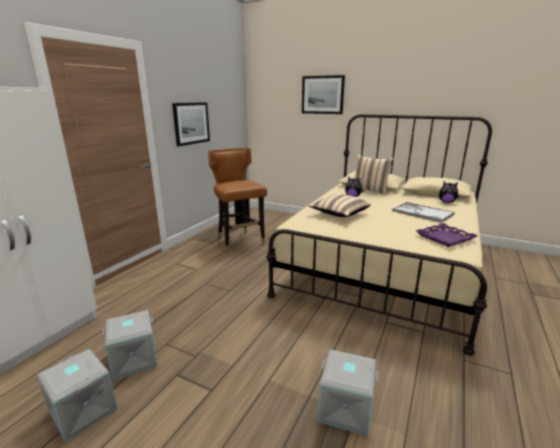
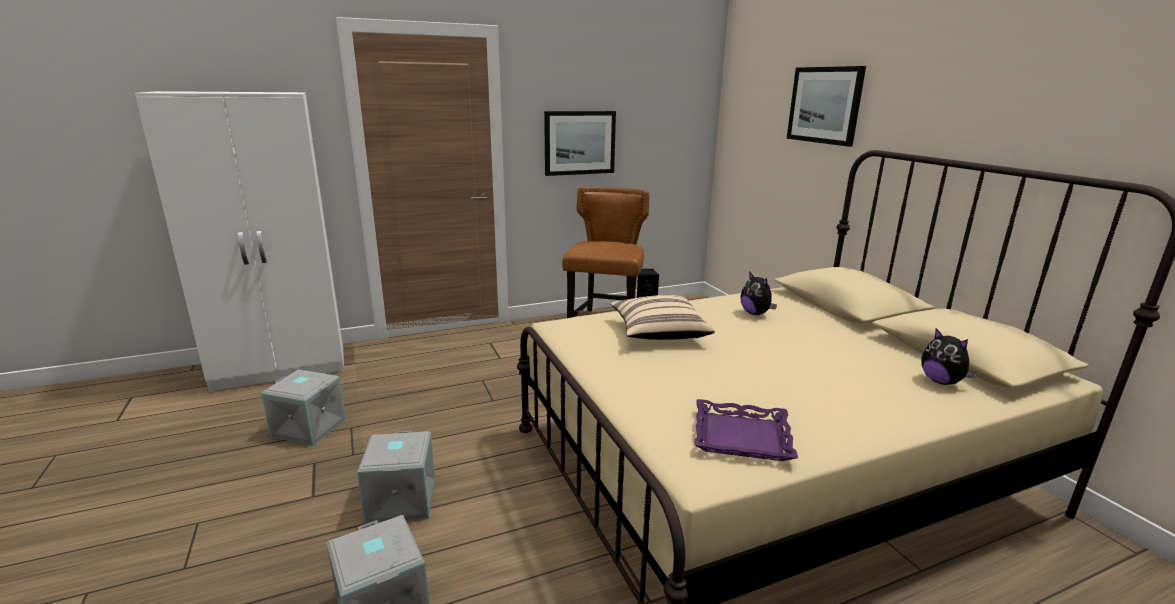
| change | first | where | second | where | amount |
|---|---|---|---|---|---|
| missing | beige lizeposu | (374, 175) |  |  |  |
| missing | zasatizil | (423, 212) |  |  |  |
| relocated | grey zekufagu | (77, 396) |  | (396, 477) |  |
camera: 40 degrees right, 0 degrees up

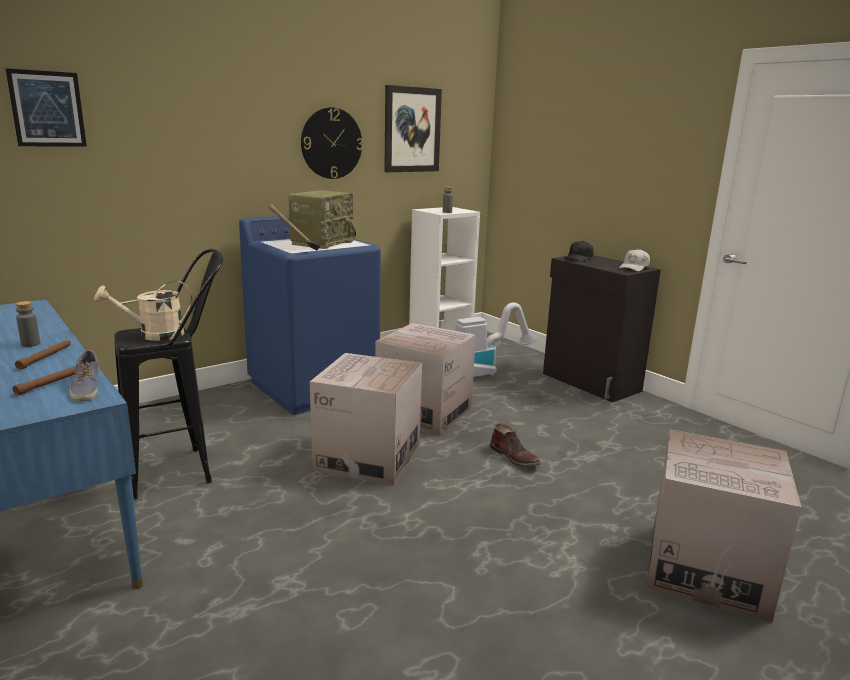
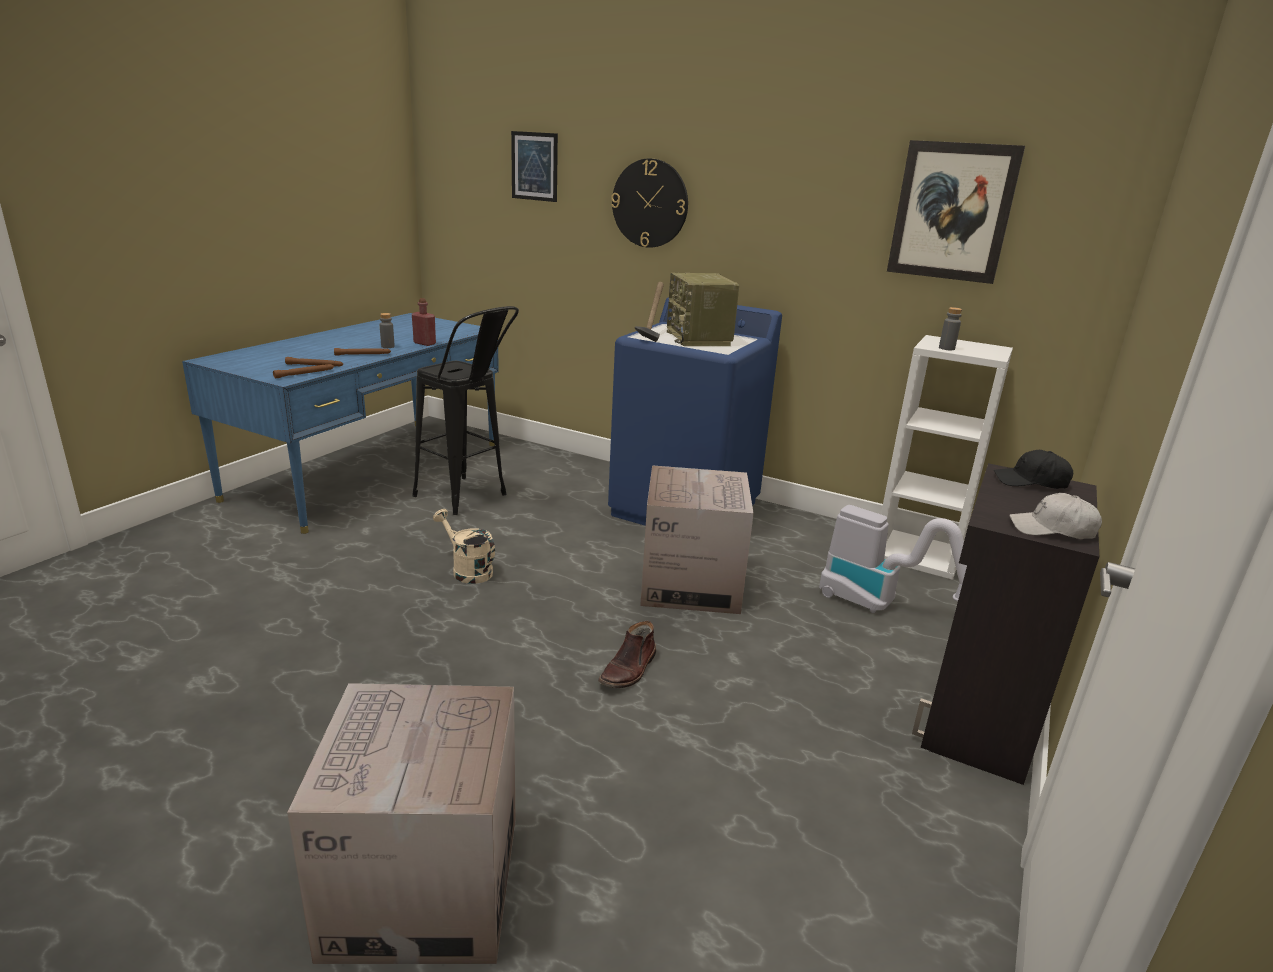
| change | first | where | second | where | amount |
|---|---|---|---|---|---|
| relocated | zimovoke | (332, 143) |  | (649, 203) |  |
| spun | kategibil | (322, 219) |  | (703, 309) | 75 degrees clockwise |
| relocated | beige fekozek | (143, 311) |  | (464, 546) |  |
| exchanged | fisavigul | (84, 376) | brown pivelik | (303, 371) |  |
| missing | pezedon | (366, 419) |  |  |  |
| appeared |  |  | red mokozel | (424, 322) |  |
camera: 65 degrees right, 5 degrees up

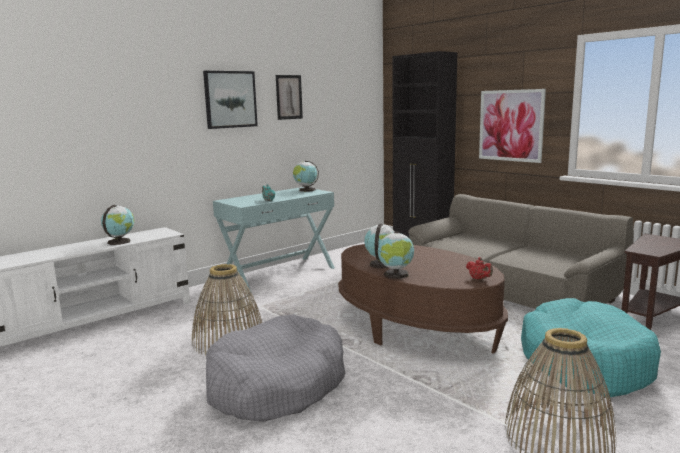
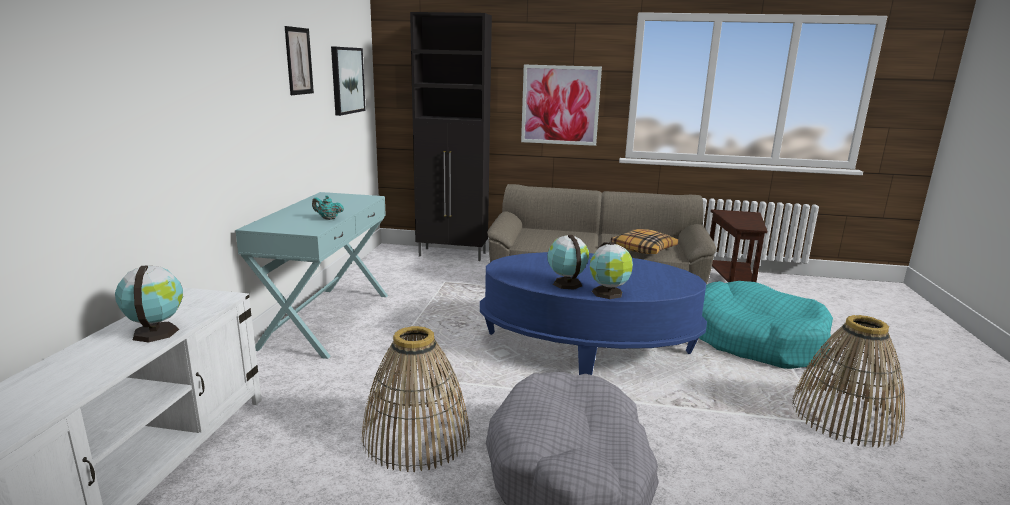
| change | first | where | second | where | amount |
|---|---|---|---|---|---|
| relocated | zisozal | (230, 100) |  | (348, 81) |  |
| missing | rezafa | (306, 176) |  |  |  |
| colour | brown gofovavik | (423, 299) | blue gofovavik | (593, 313) |  |
| missing | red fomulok | (479, 268) |  |  |  |
| appeared |  |  | lizeposu | (645, 241) |  |
camera: 40 degrees left, 5 degrees up

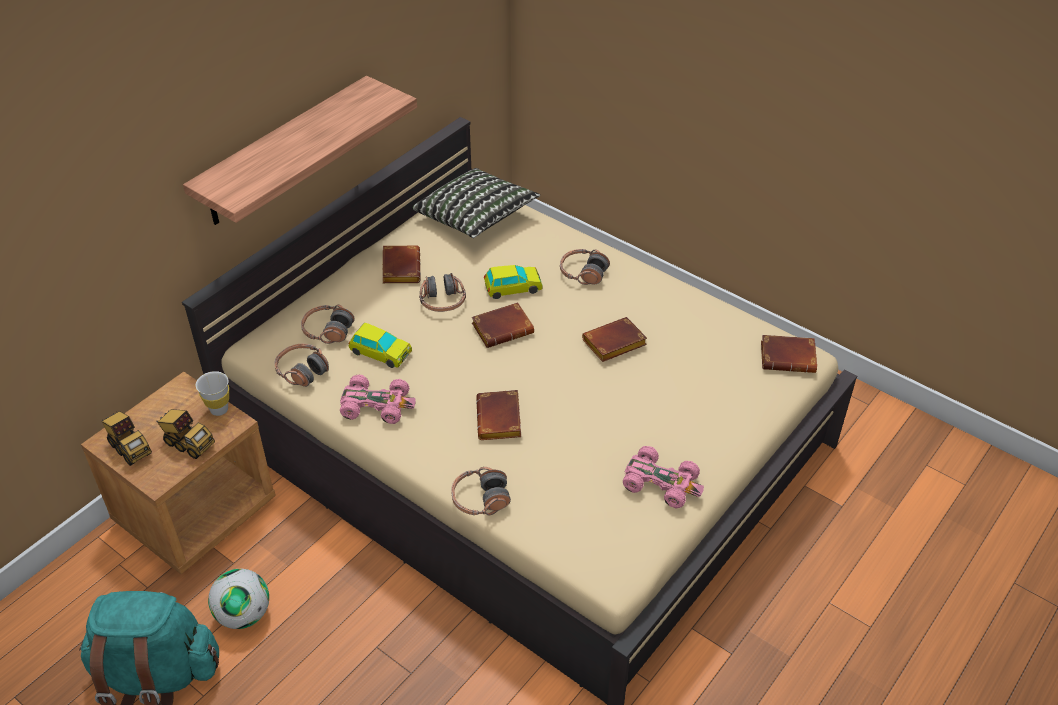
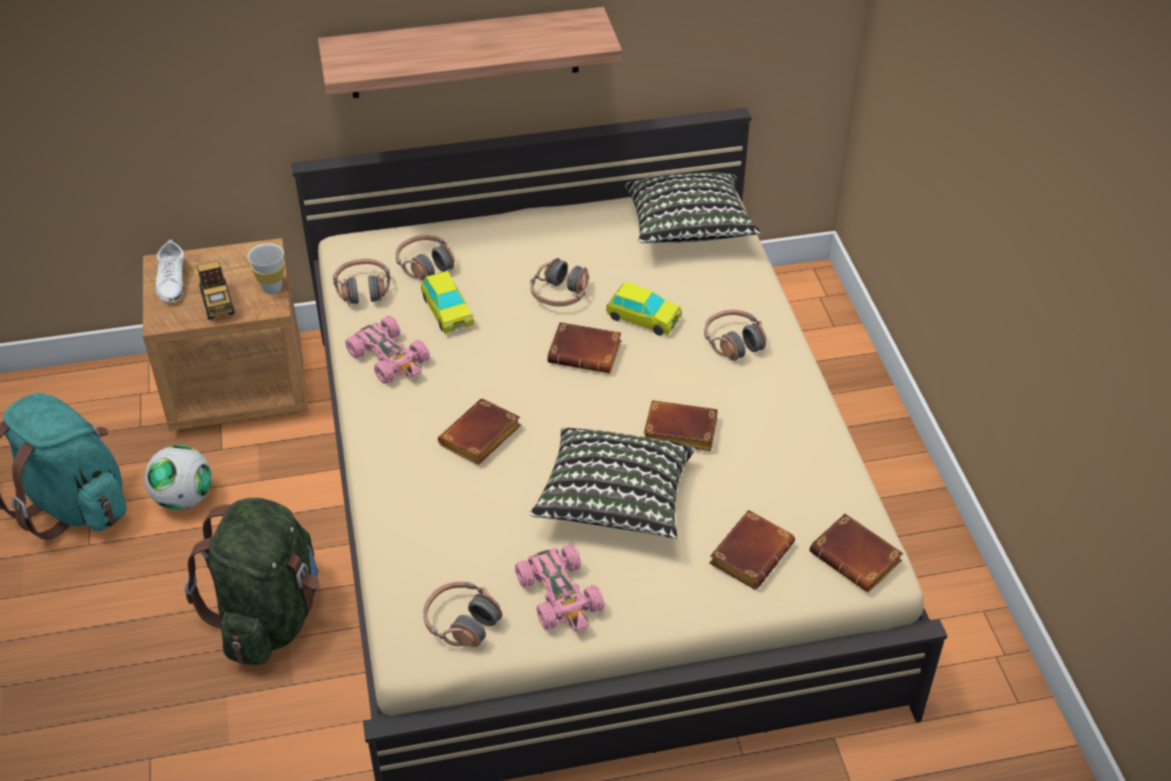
| change | first | where | second | where | amount |
|---|---|---|---|---|---|
| relocated | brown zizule | (401, 264) |  | (752, 549) |  |
| exchanged | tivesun | (127, 438) | white fisavigul | (170, 271) |  |
| relocated | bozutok | (481, 491) |  | (462, 614) |  |
| appeared |  |  | lizeposu | (612, 483) |  |
| appeared |  |  | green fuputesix | (252, 581) |  |
camera: 40 degrees right, 0 degrees up

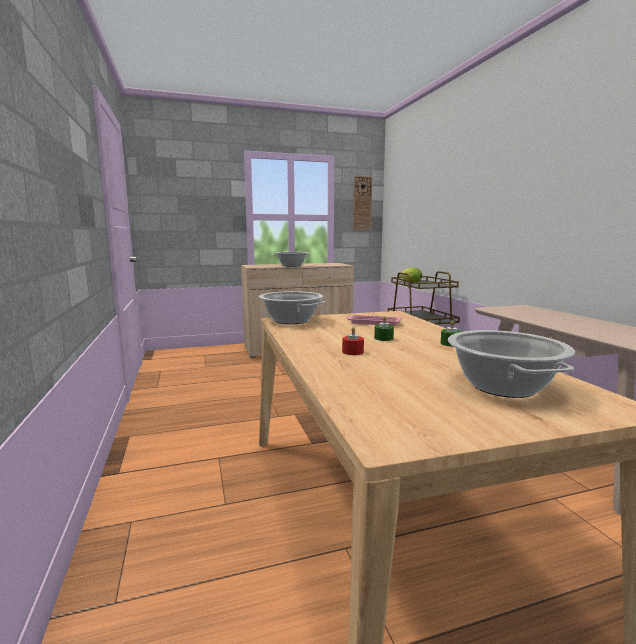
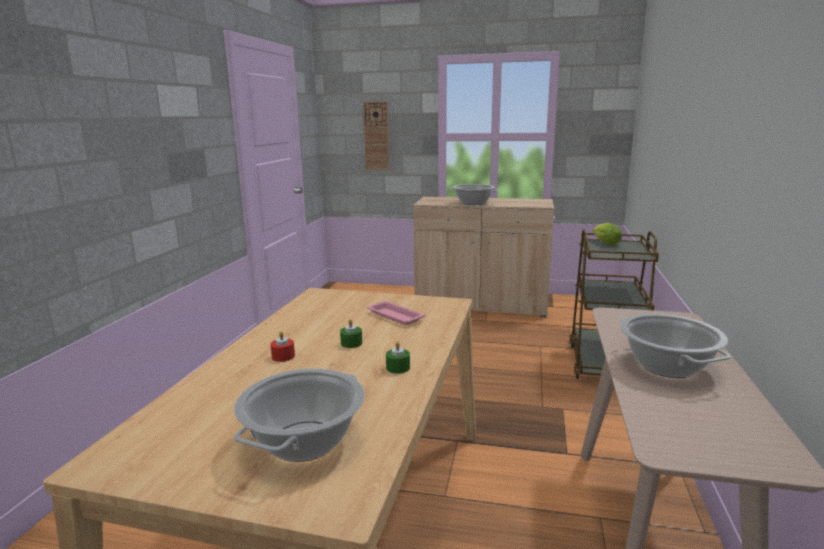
| change | first | where | second | where | amount |
|---|---|---|---|---|---|
| relocated | zimovoke | (362, 203) |  | (376, 135) |  |
| relocated | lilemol | (292, 307) |  | (675, 346) |  |
camera: 30 degrees right, 5 degrees up

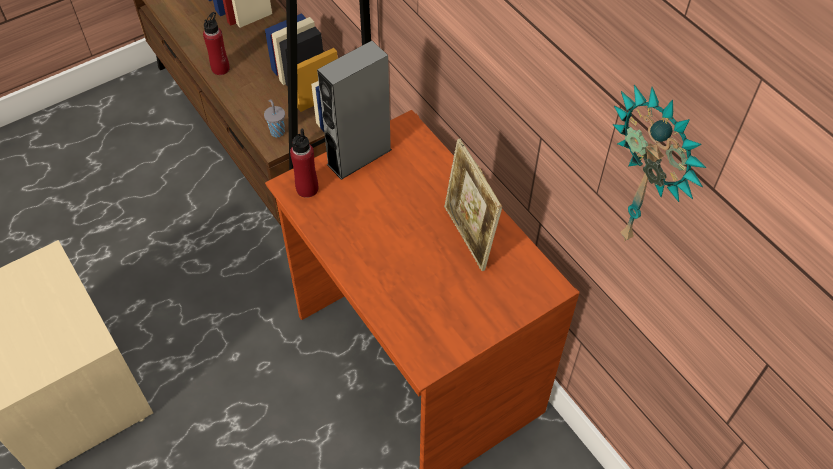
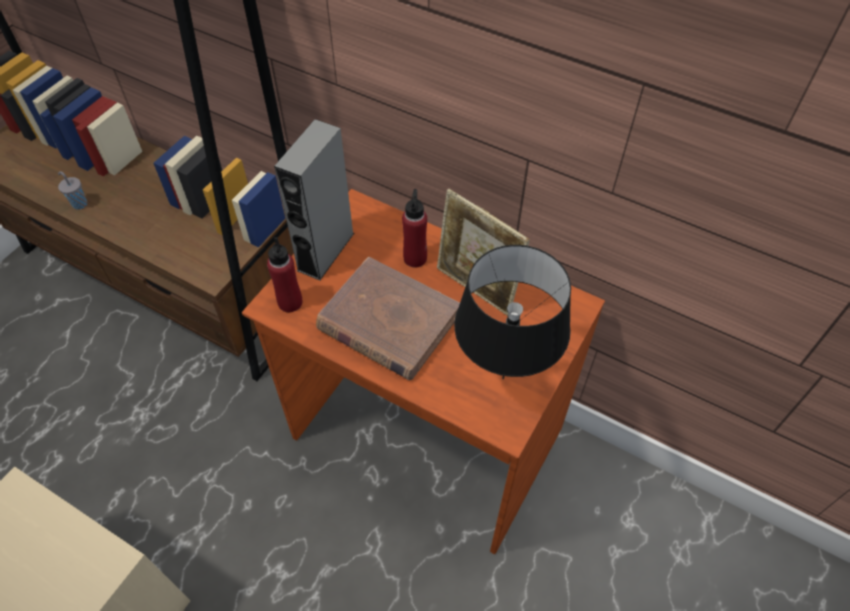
| change | first | where | second | where | amount |
|---|---|---|---|---|---|
| relocated | red mokozel | (216, 43) |  | (414, 228) |  |
| missing | zimovoke | (659, 163) |  |  |  |
| relocated | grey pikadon | (274, 119) |  | (72, 190) |  |
| appeared |  |  | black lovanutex | (512, 312) |  |
| appeared |  |  | brown zizule | (388, 318) |  |
camera: 25 degrees left, 0 degrees up

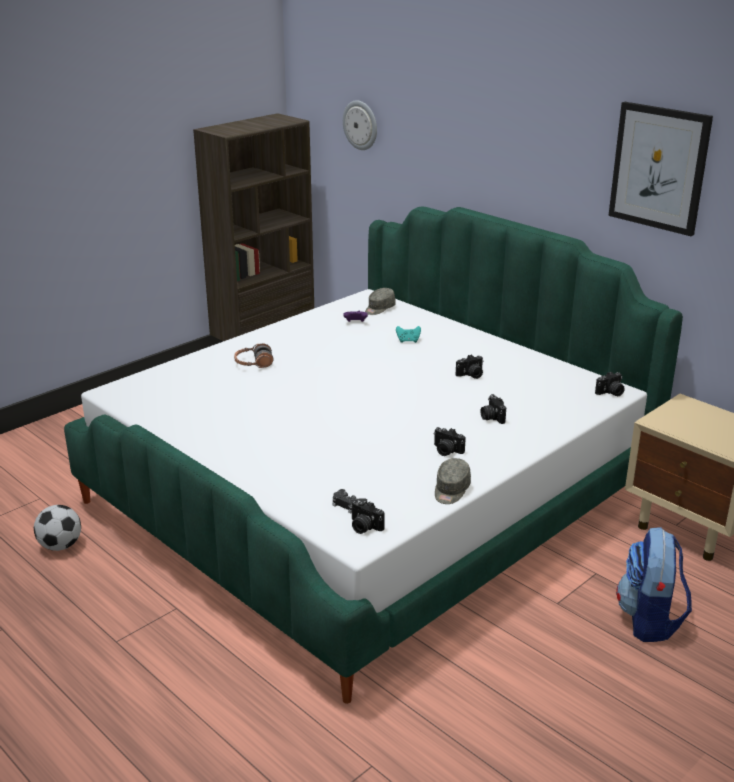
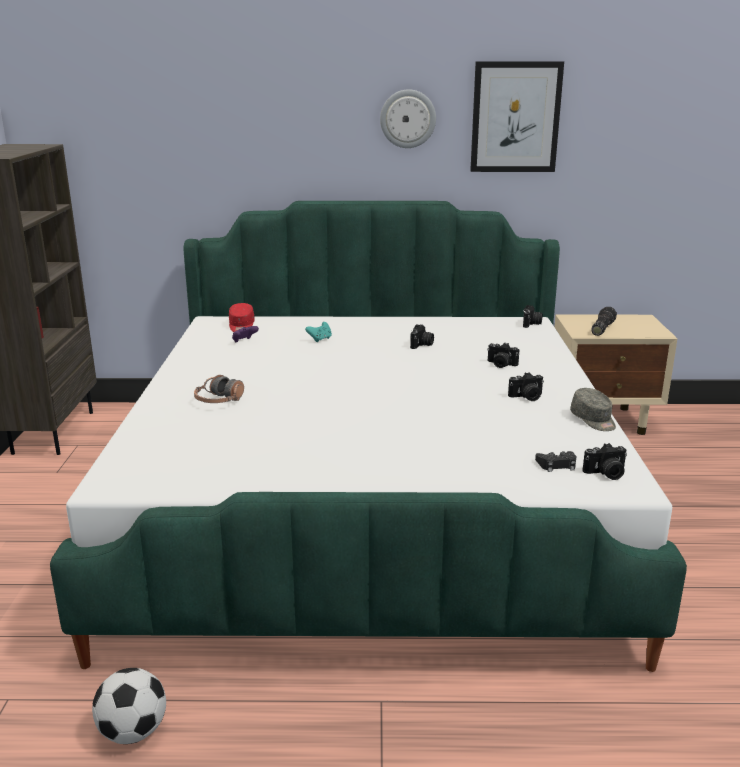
| change | first | where | second | where | amount |
|---|---|---|---|---|---|
| relocated | zimovoke | (360, 125) |  | (408, 118) |  |
| colour | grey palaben | (380, 301) | red palaben | (242, 317) |  |
| missing | fuputesix | (654, 584) |  |  |  |
| appeared |  |  | pivelik | (604, 321) |  |
camera: 45 degrees left, 5 degrees down

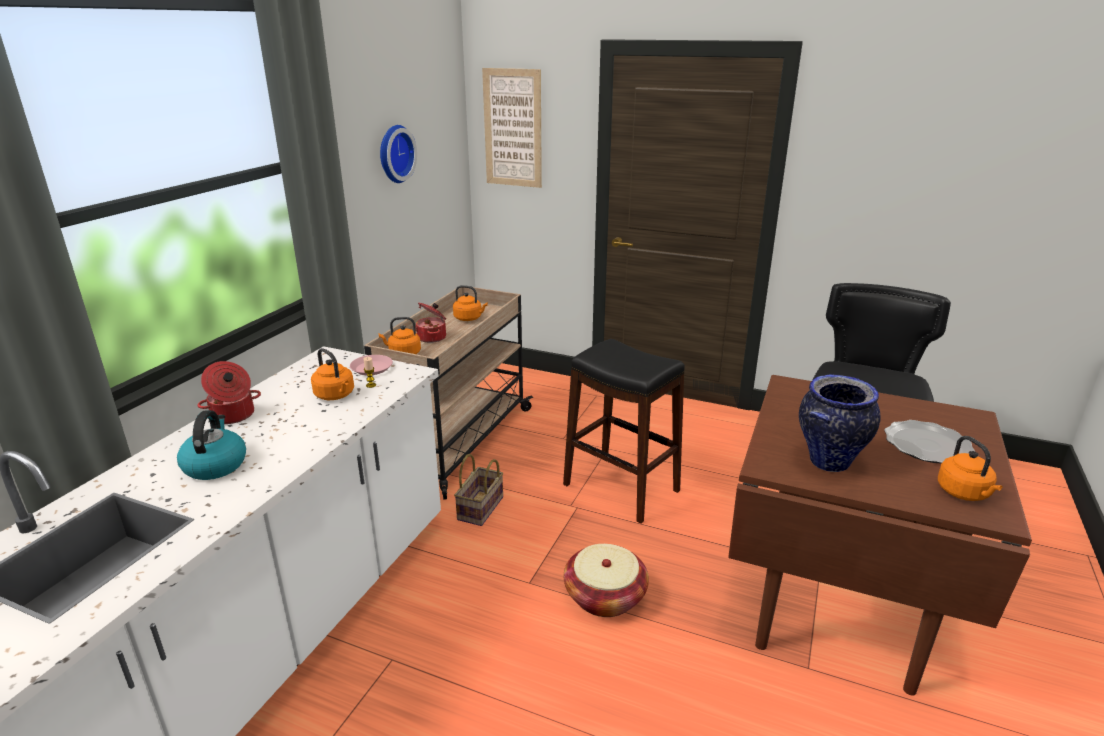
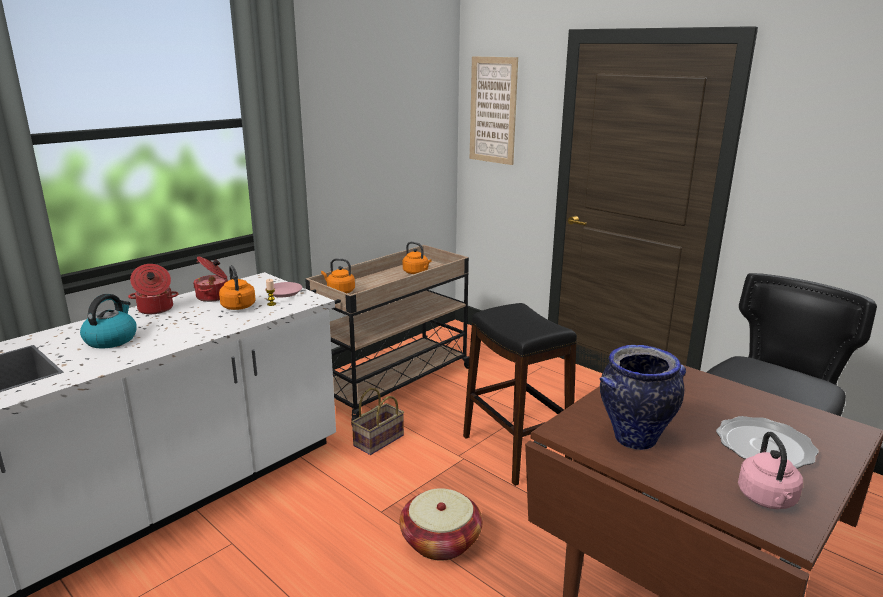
| change | first | where | second | where | amount |
|---|---|---|---|---|---|
| missing | zimovoke | (398, 154) |  |  |  |
| relocated | lilemol | (430, 322) |  | (210, 279) |  |
| colour | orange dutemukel | (970, 468) | pink dutemukel | (770, 470) |  |
camera: 20 degrees right, 5 degrees down

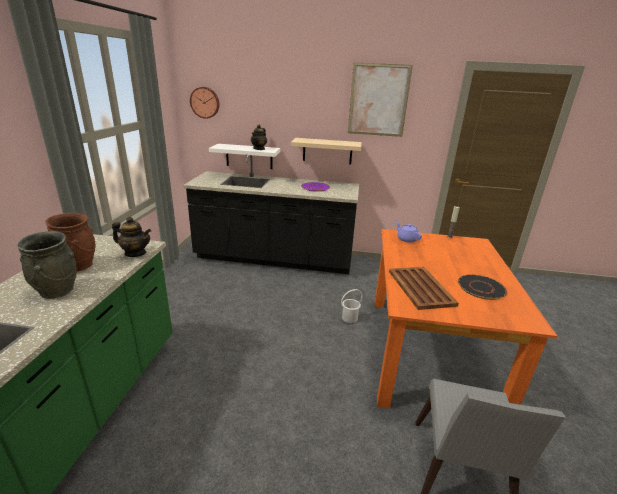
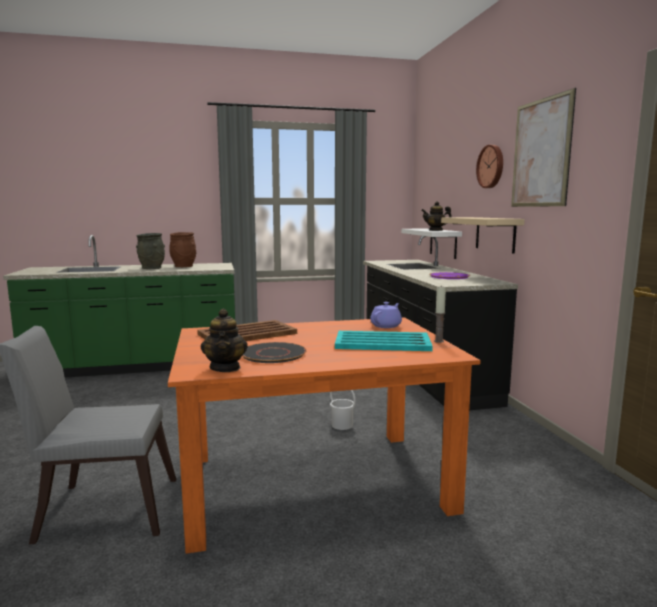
| change | first | where | second | where | amount |
|---|---|---|---|---|---|
| relocated | zimovoke | (204, 103) |  | (489, 166) |  |
| relocated | fomulok | (131, 237) |  | (224, 340) |  |
| appeared |  |  | turquoise zasatizil | (384, 341) |  |
camera: 70 degrees right, 15 degrees down

